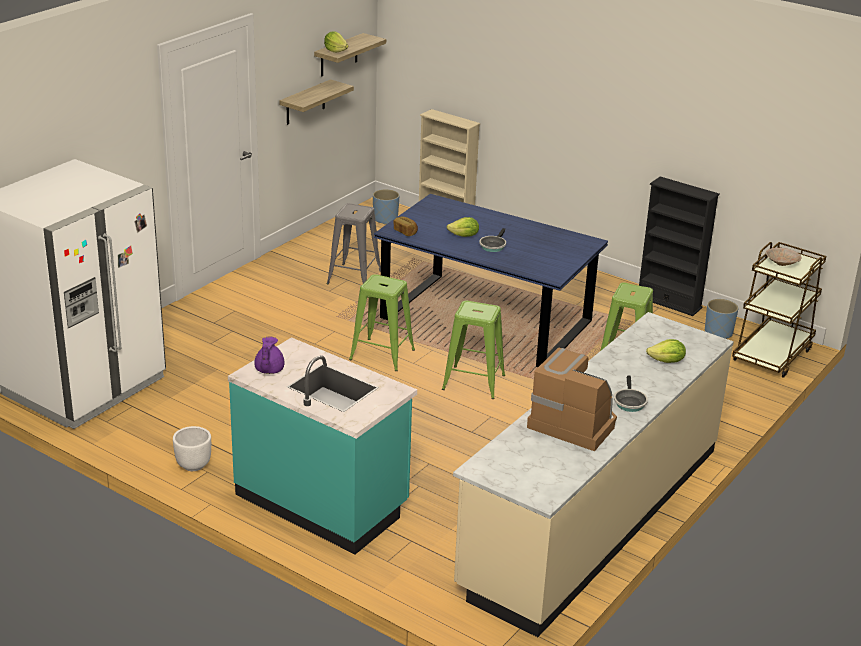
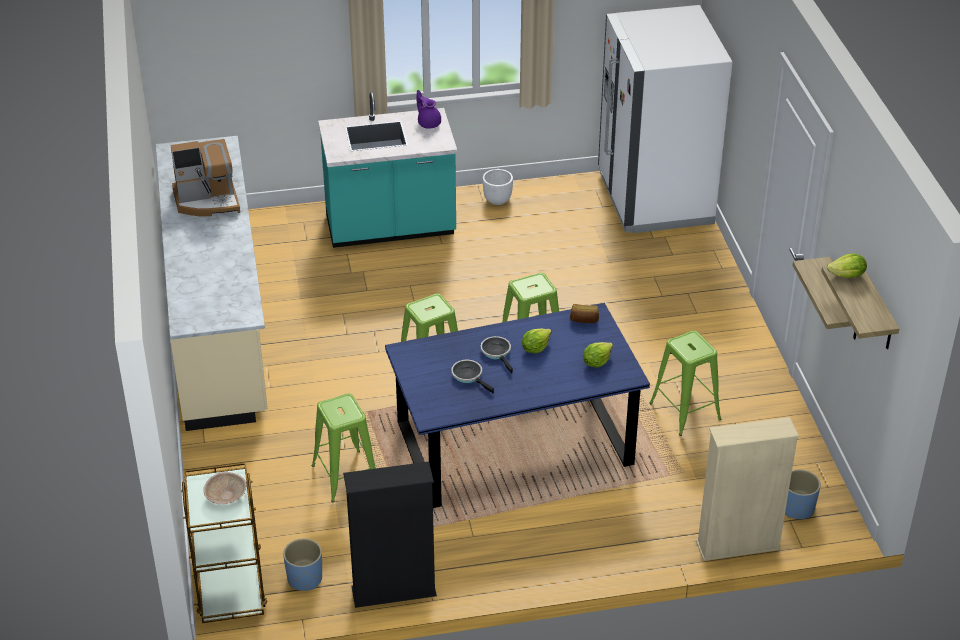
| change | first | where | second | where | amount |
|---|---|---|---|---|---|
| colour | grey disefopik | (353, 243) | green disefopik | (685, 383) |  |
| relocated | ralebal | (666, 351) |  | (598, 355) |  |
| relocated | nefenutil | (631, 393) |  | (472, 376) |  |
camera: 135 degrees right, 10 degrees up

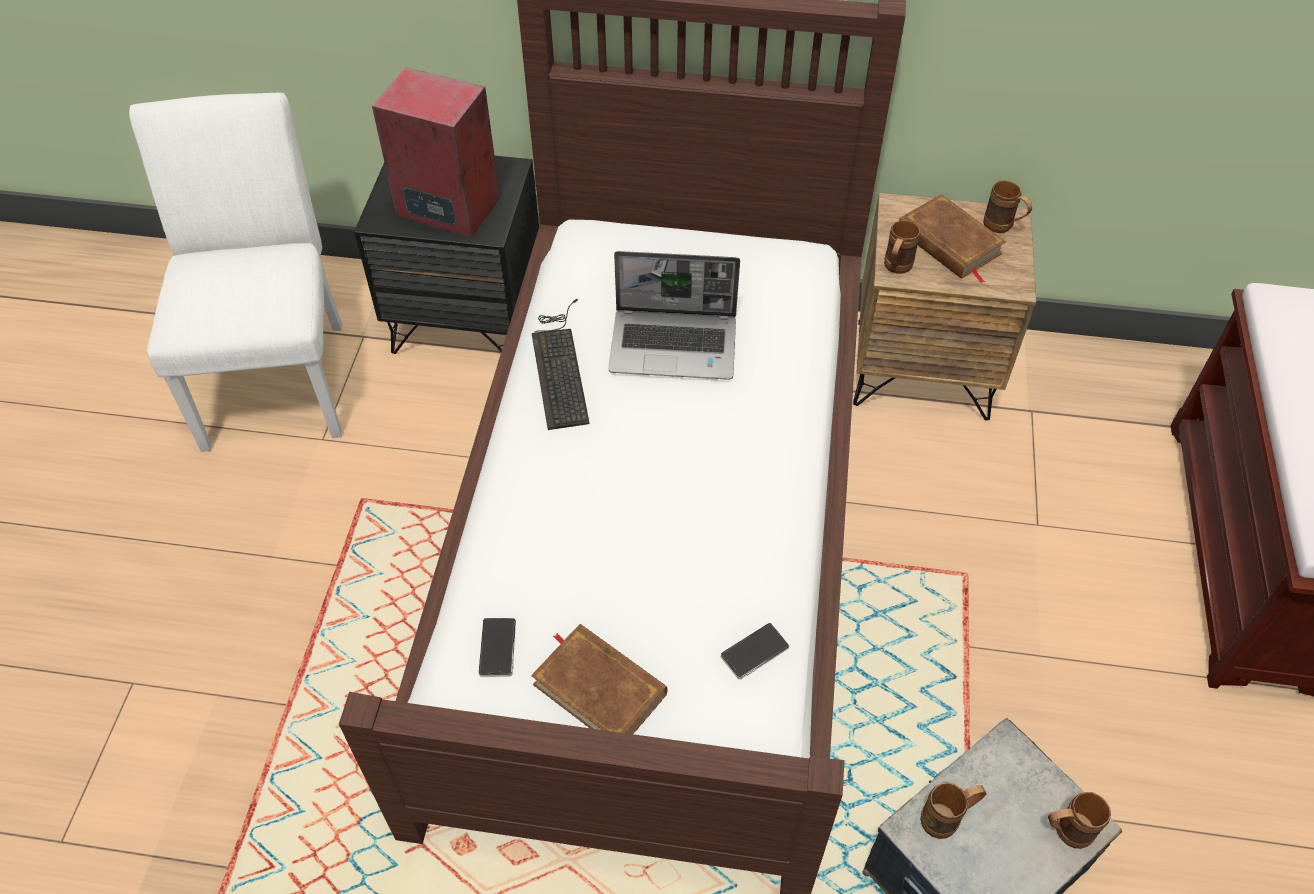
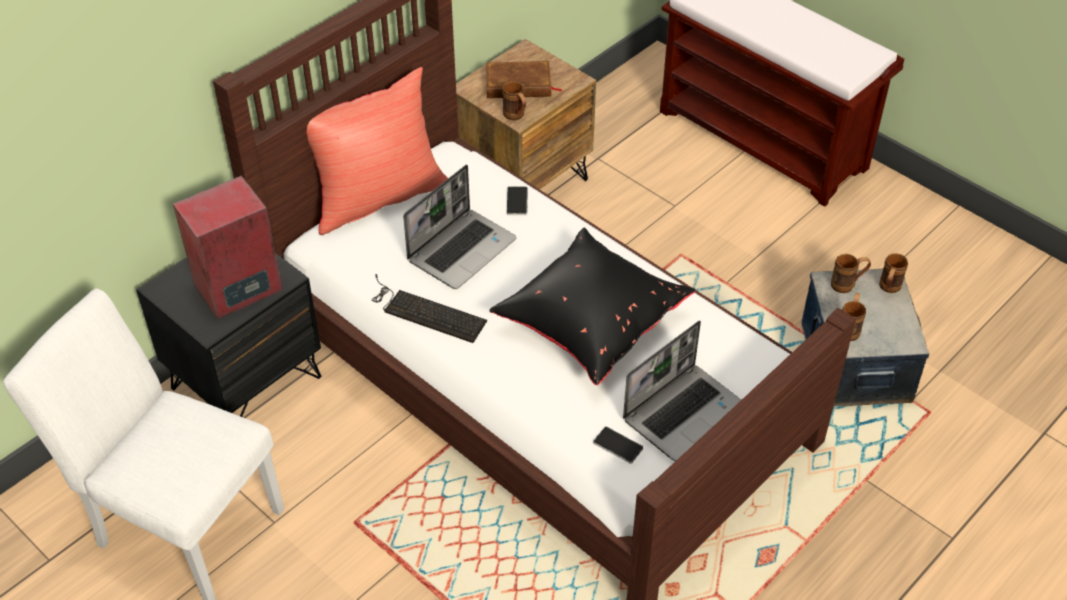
| change | first | where | second | where | amount |
|---|---|---|---|---|---|
| relocated | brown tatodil | (1007, 206) |  | (851, 273) |  |
| relocated | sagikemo | (755, 651) |  | (517, 200) |  |
| exchanged | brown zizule | (599, 679) | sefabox | (682, 390) |  |
| appeared |  |  | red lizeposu | (377, 151) |  |
| appeared |  |  | black lizeposu | (593, 306) |  |
camera: 55 degrees left, 5 degrees down

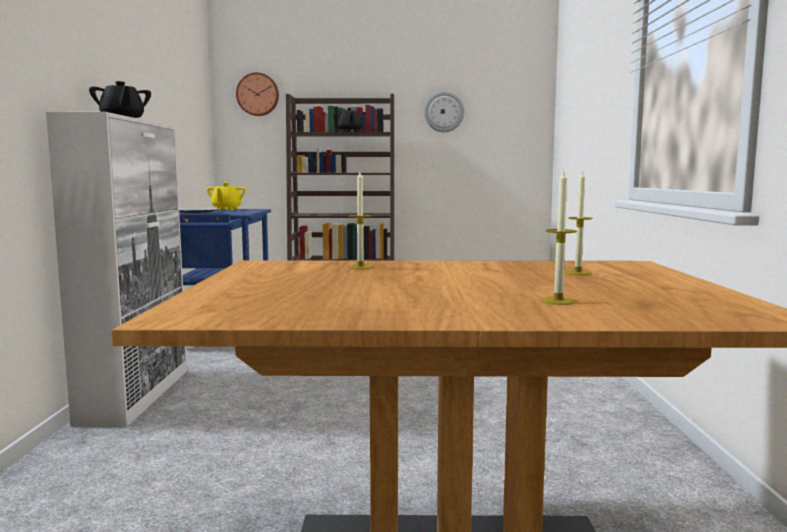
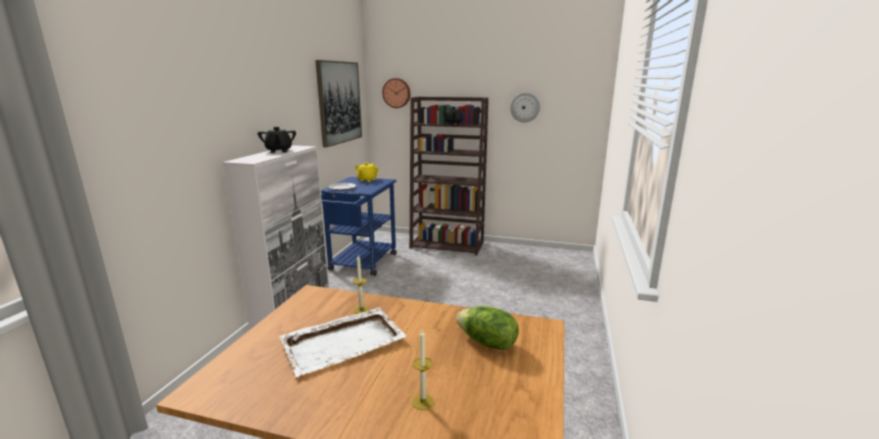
| change | first | where | second | where | amount |
|---|---|---|---|---|---|
| exchanged | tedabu | (578, 222) | ralebal | (488, 328) |  |
| appeared |  |  | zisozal | (338, 104) |  |
| appeared |  |  | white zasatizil | (343, 342) |  |
camera: 15 degrees right, 10 degrees up

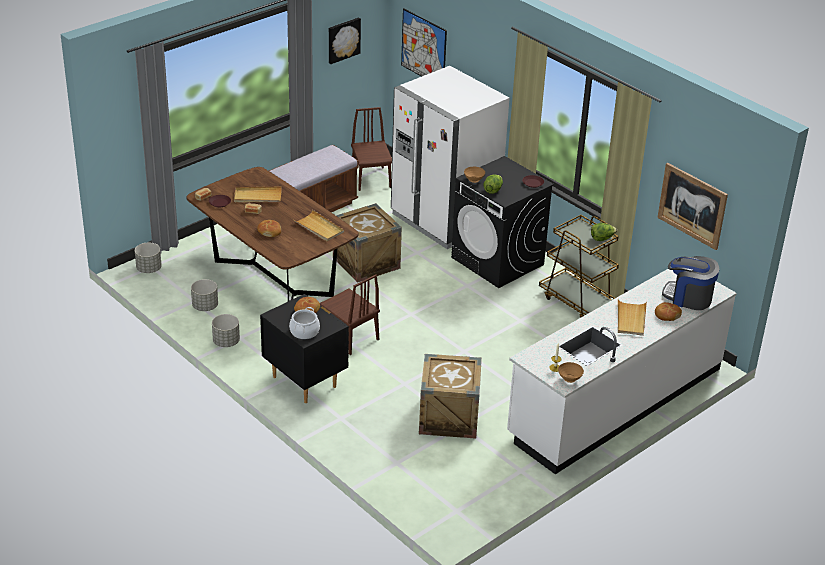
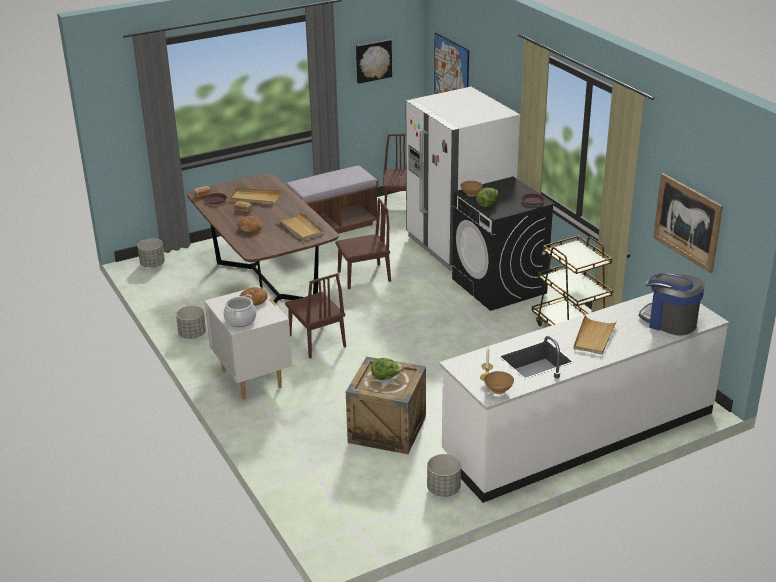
| change | first | where | second | where | amount |
|---|---|---|---|---|---|
| exchanged | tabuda | (367, 243) | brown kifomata | (363, 243) |  |
| relocated | ralebal | (604, 232) |  | (387, 369) |  |
| relocated | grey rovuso | (204, 295) |  | (444, 475) |  |
| colour | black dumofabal | (304, 348) | white dumofabal | (248, 342) |  |
| missing | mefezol | (668, 311) |  |  |  |
camera: 15 degrees right, 5 degrees down

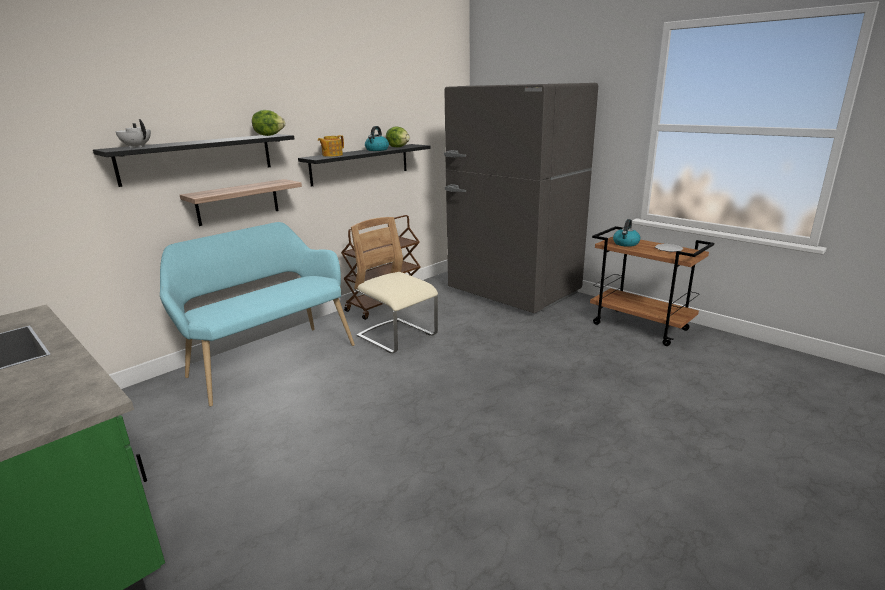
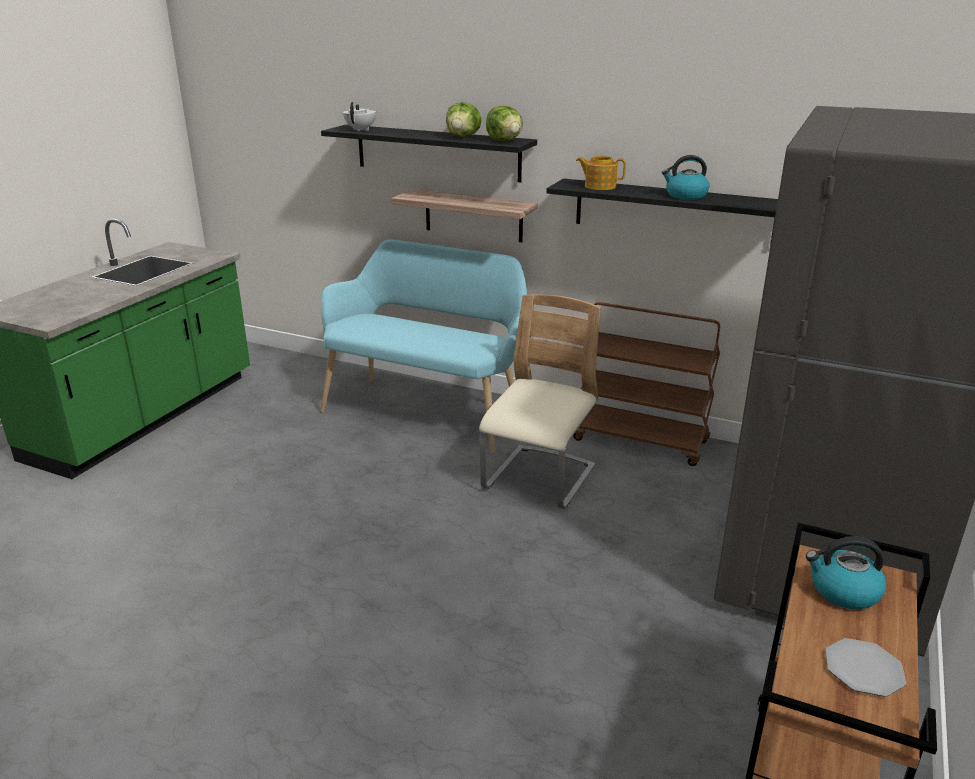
| change | first | where | second | where | amount |
|---|---|---|---|---|---|
| relocated | ralebal | (398, 137) |  | (464, 119) |  |
camera: 70 degrees right, 5 degrees up

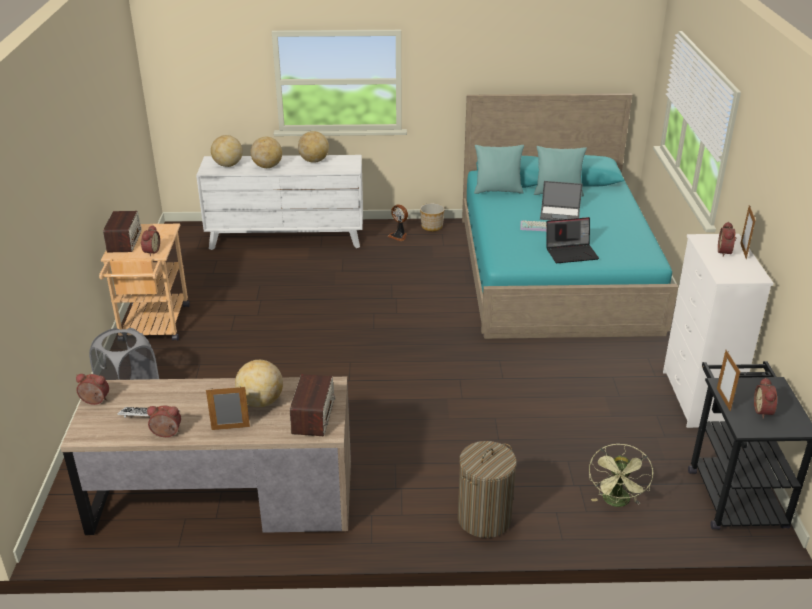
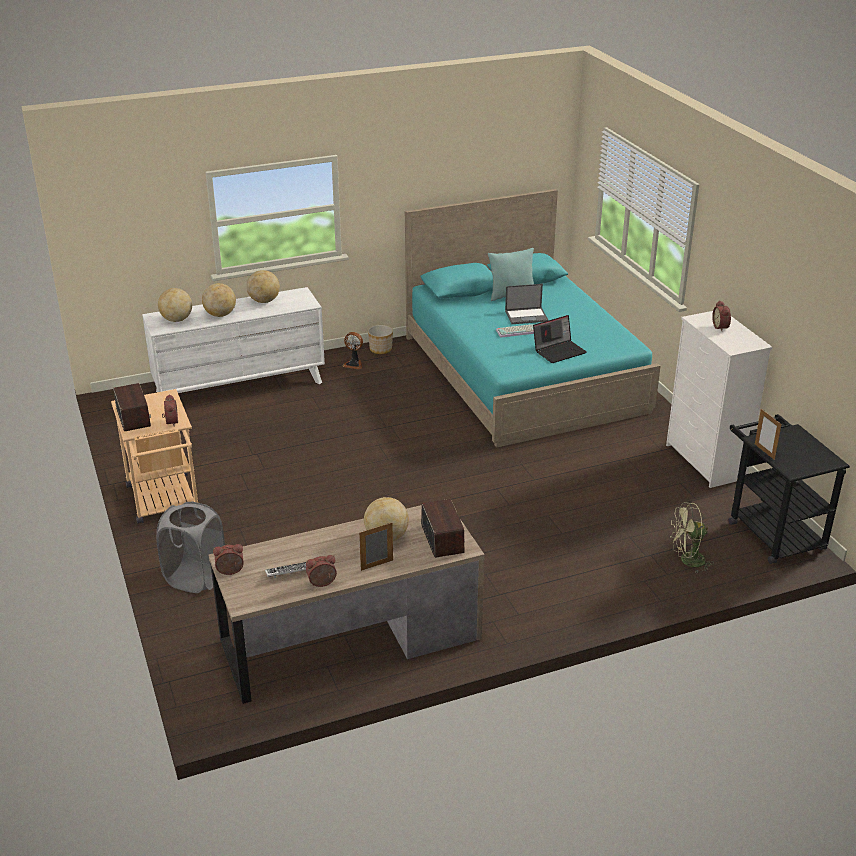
| change | first | where | second | where | amount |
|---|---|---|---|---|---|
| missing | turquoise lizeposu | (499, 169) |  |  |  |
| missing | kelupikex | (747, 232) |  |  |  |
| missing | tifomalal | (765, 398) |  |  |  |
| missing | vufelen | (487, 489) |  |  |  |
| spun | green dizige | (621, 475) |  | (691, 538) | 90 degrees clockwise |
camera: 20 degrees left, 0 degrees up

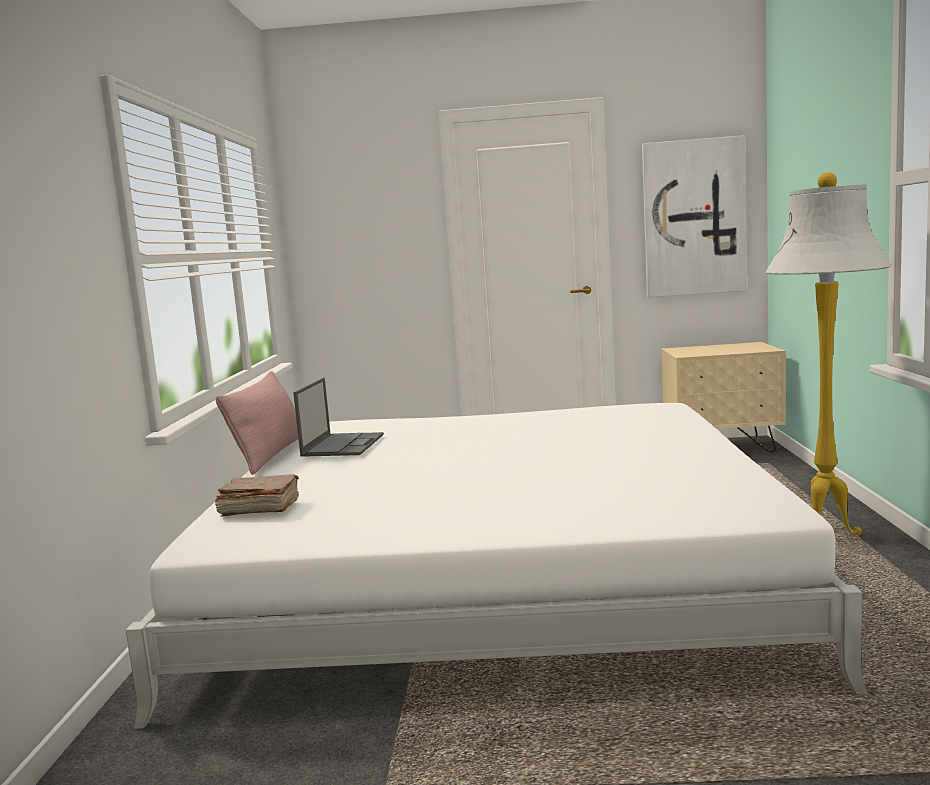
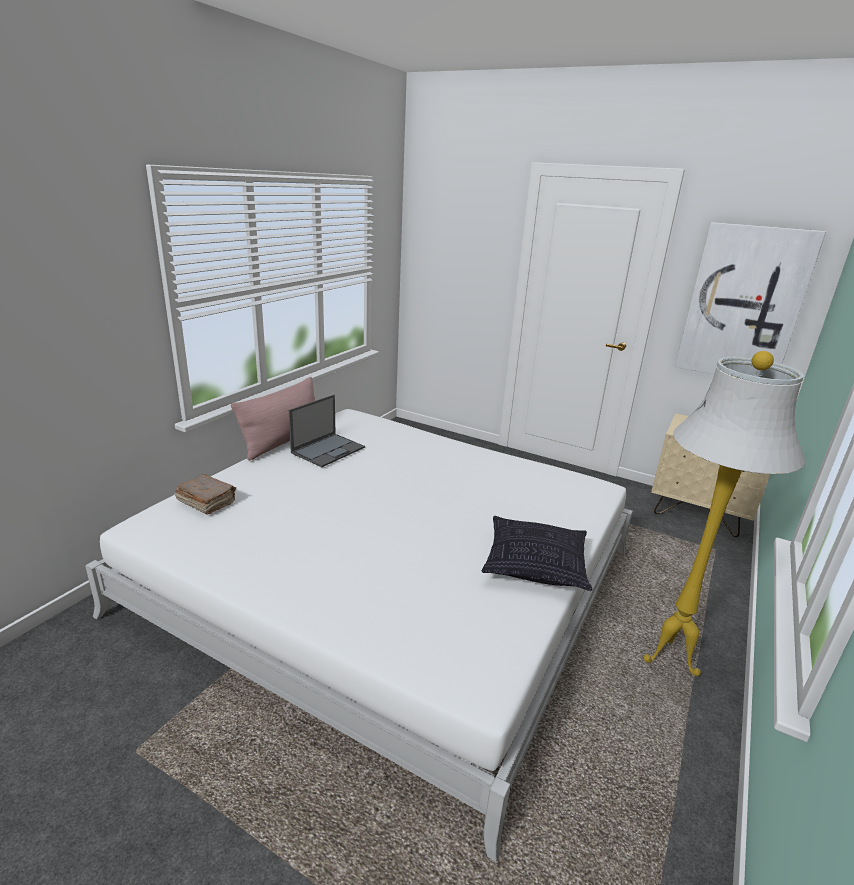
| change | first | where | second | where | amount |
|---|---|---|---|---|---|
| appeared |  |  | lizeposu | (537, 553) |  |
camera: 25 degrees right, 15 degrees up

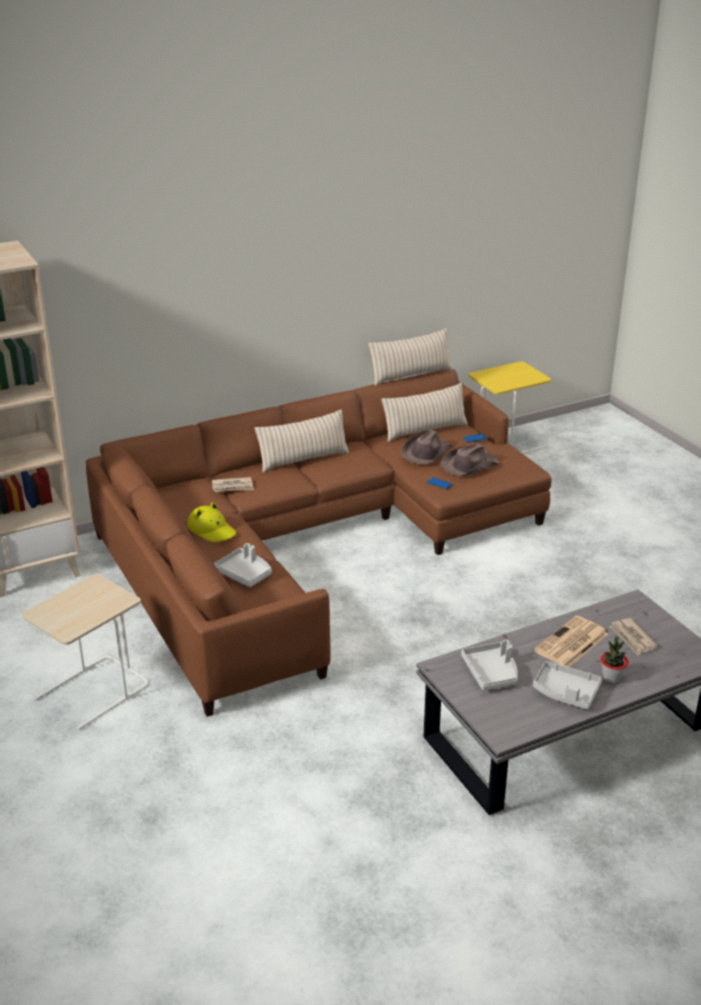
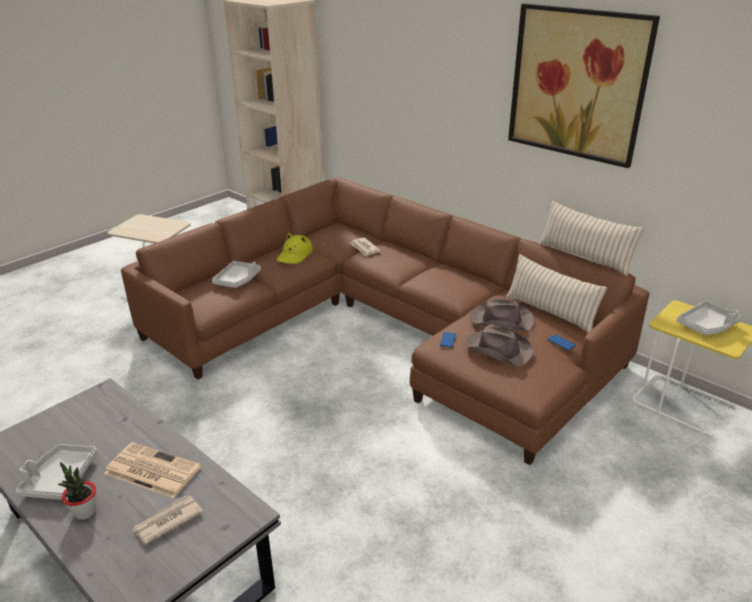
| change | first | where | second | where | amount |
|---|---|---|---|---|---|
| missing | beige lizeposu | (301, 441) |  |  |  |
| relocated | grey zasatizil | (489, 665) |  | (709, 318) |  |
| appeared |  |  | zisozal | (584, 85) |  |
camera: 70 degrees right, 0 degrees up

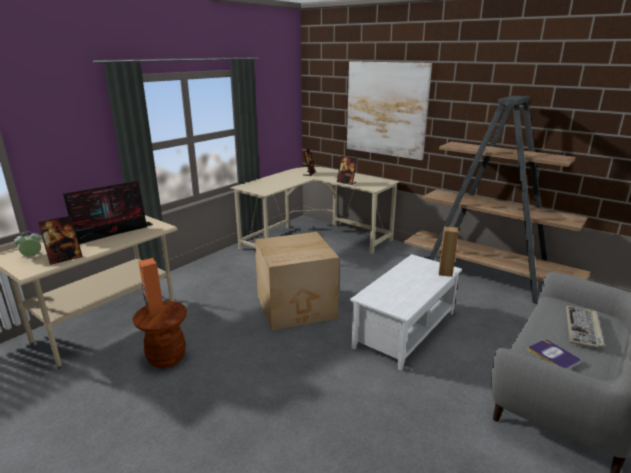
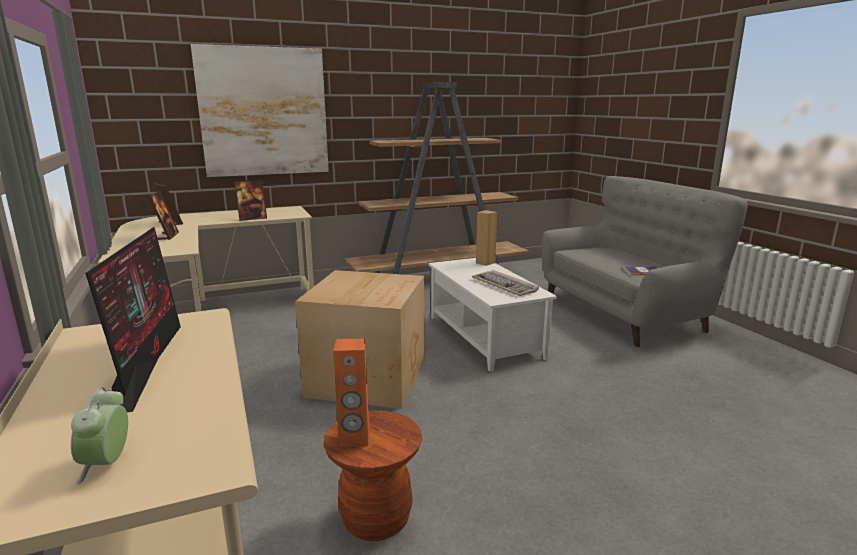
| change | first | where | second | where | amount |
|---|---|---|---|---|---|
| relocated | kelupikex | (60, 240) |  | (163, 215) |  |
| relocated | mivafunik | (585, 327) |  | (505, 283) |  |
camera: 60 degrees left, 5 degrees down

